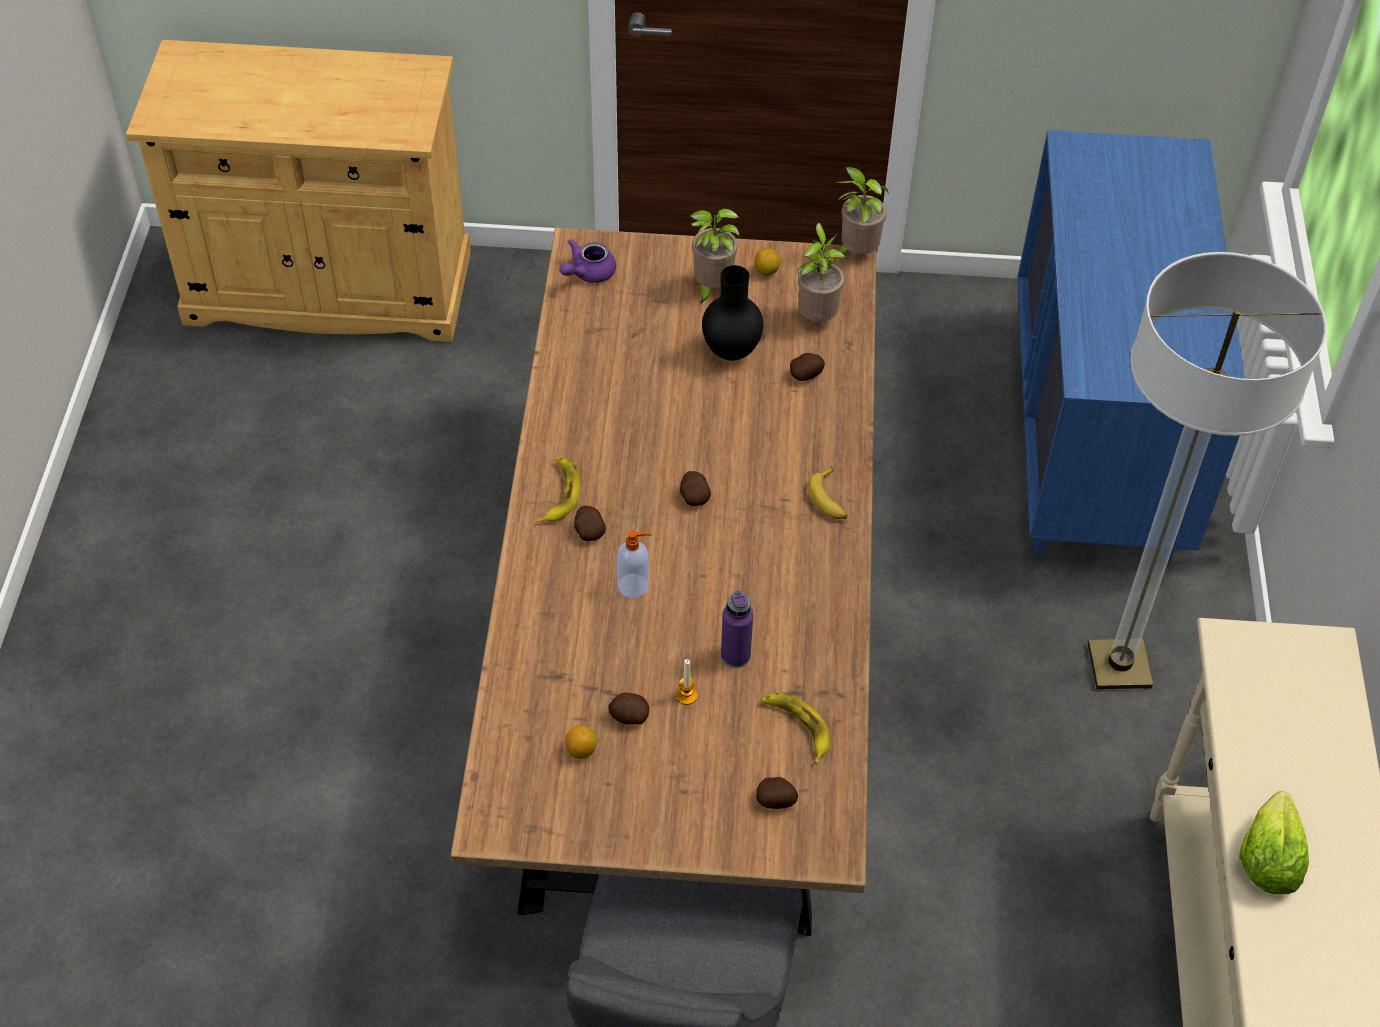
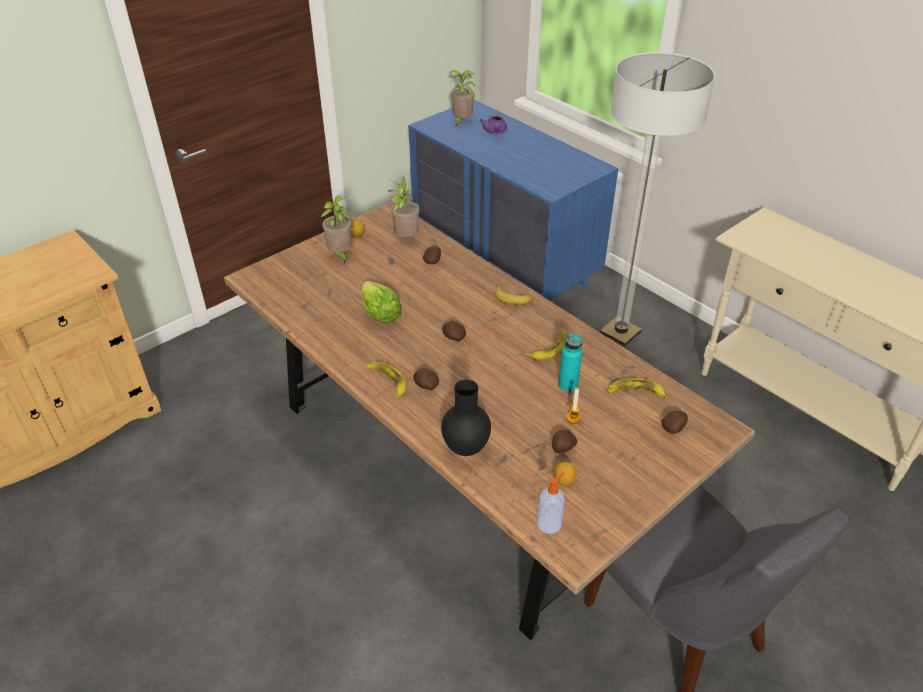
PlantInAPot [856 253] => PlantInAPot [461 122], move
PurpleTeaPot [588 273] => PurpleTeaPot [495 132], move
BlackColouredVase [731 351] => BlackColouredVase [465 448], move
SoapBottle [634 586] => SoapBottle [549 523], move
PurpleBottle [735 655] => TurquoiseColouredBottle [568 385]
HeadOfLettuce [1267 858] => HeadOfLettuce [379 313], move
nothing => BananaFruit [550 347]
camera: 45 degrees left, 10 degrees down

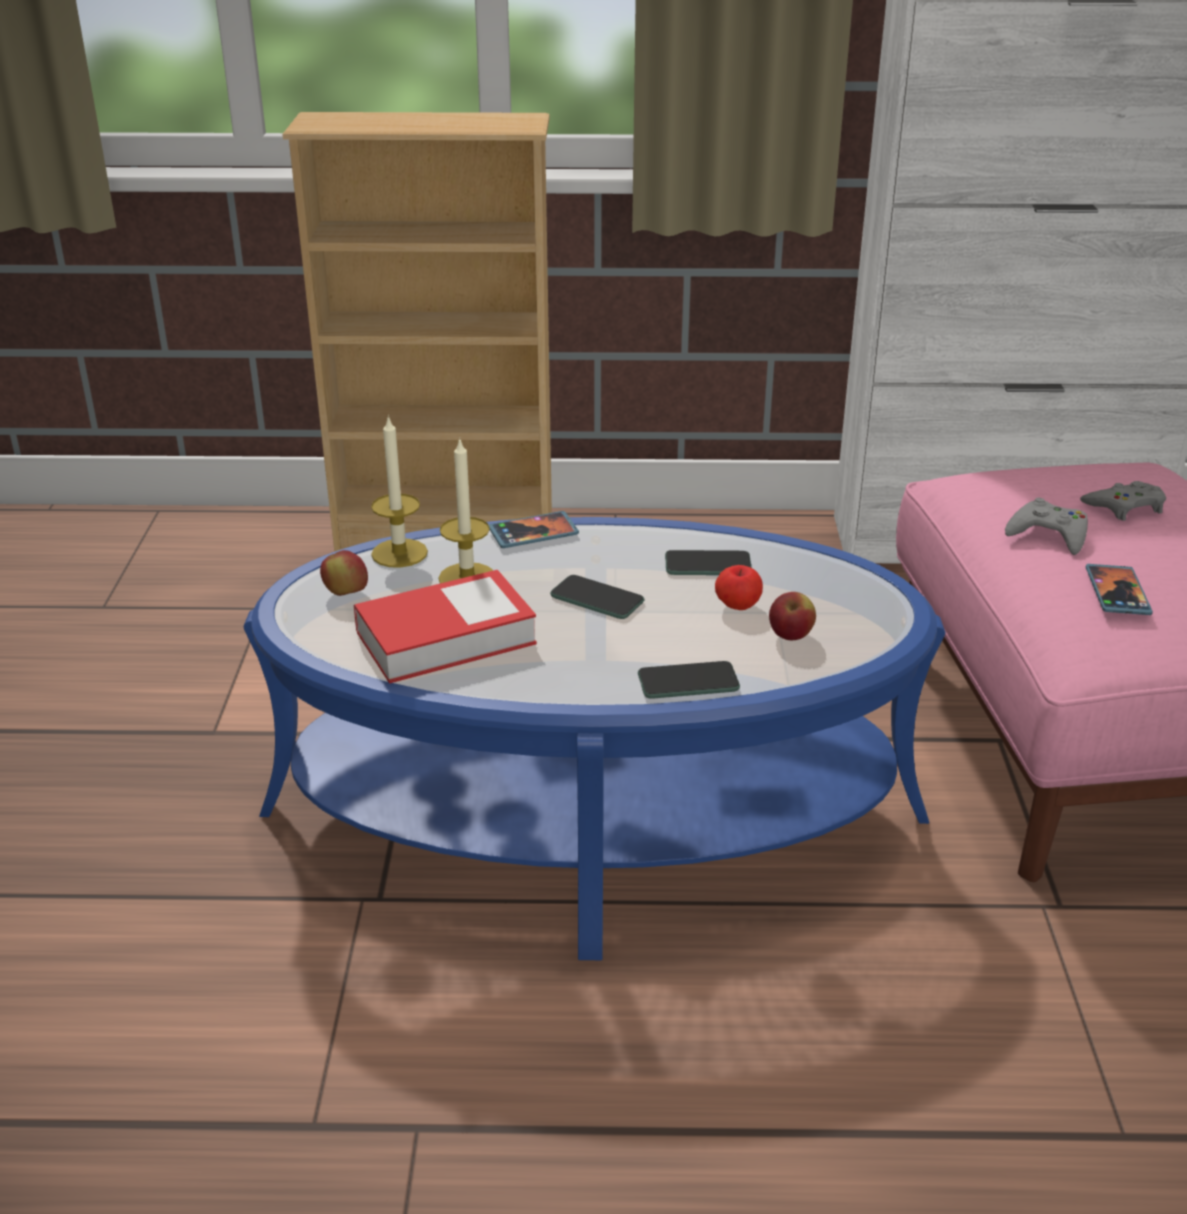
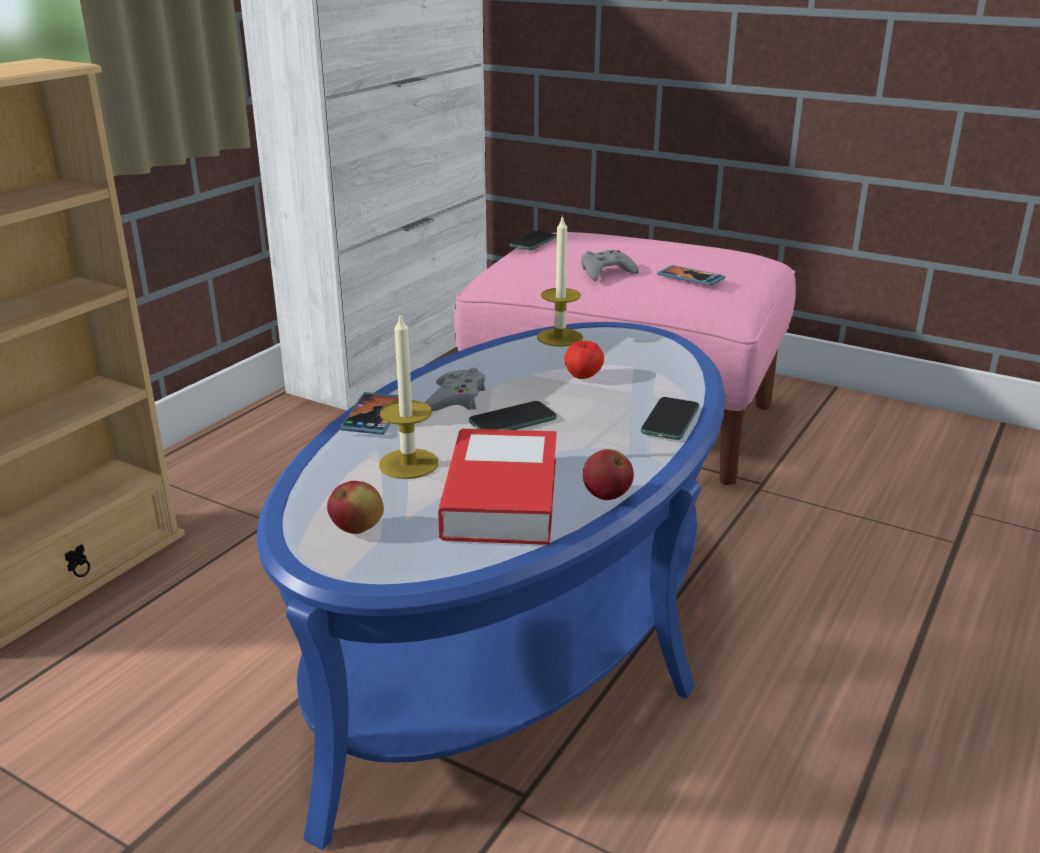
Candle [399 553] => Candle [560 337], move
GreyJoypad [1125 507] => GreyJoypad [455 399], move
Handset [708 565] => Handset [533 242], move
AppleFruit [790 636] => AppleFruit [607 496], move
camera: 60 degrees left, 5 degrees down

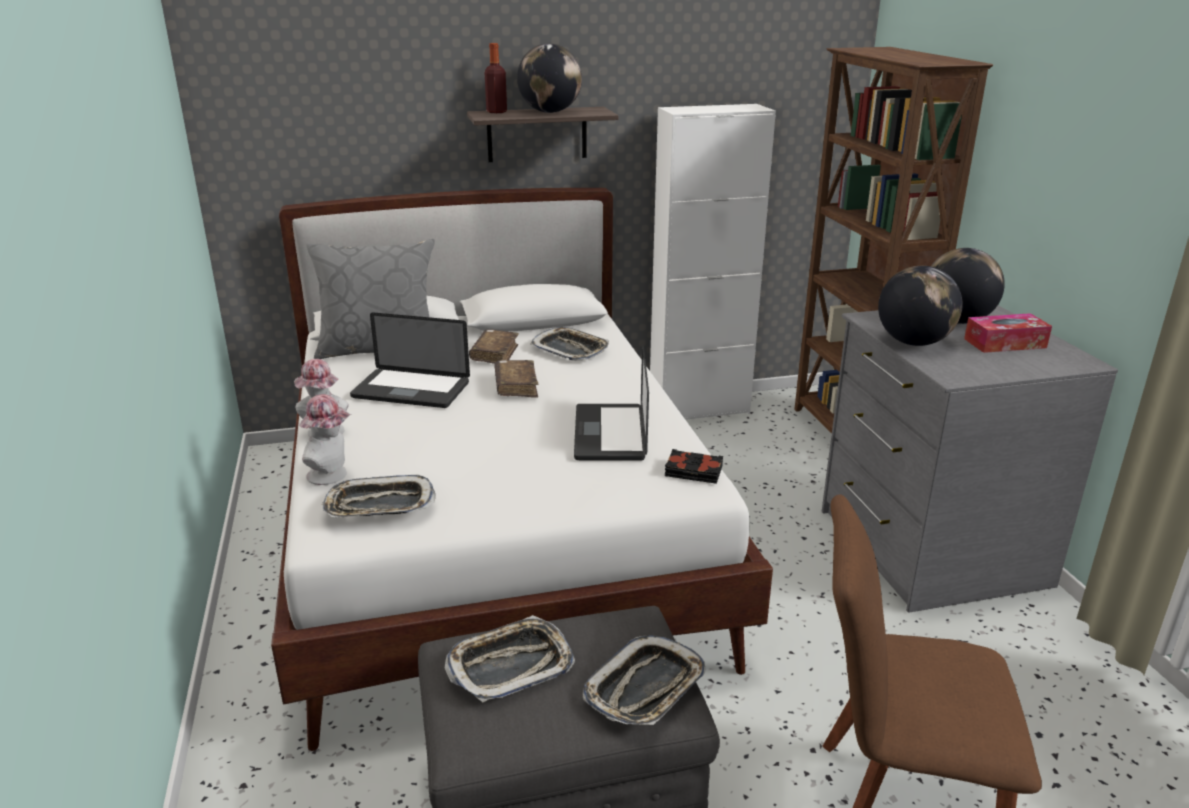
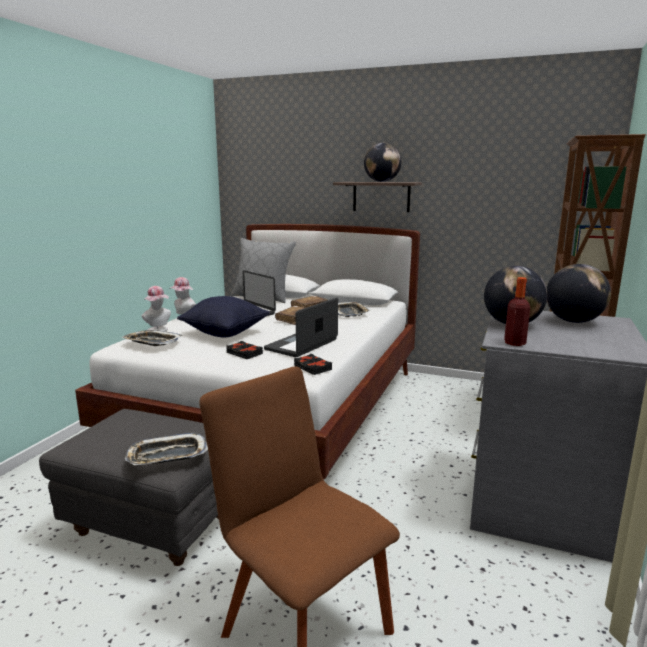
Bottle [496 112] => Bottle [514 343], move
WhiteColouredStorageCabinet [699 409] => nothing
TissueHolder [1005 343] => nothing
ServingTray [510 665] => nothing
nothing => BlackColouredCushion [225 333]
nothing => BlackColouredBoundBook [244 353]
camera: 35 degrees right, 10 degrees down

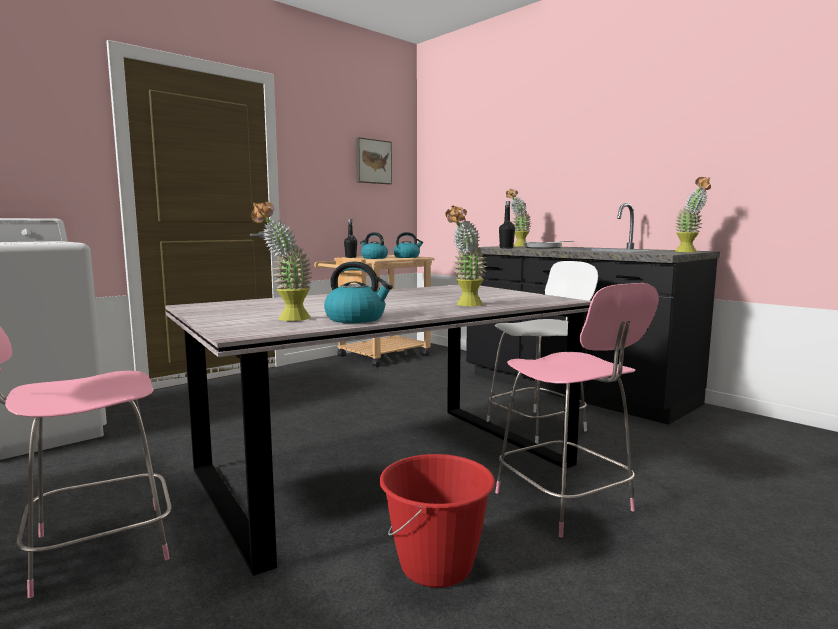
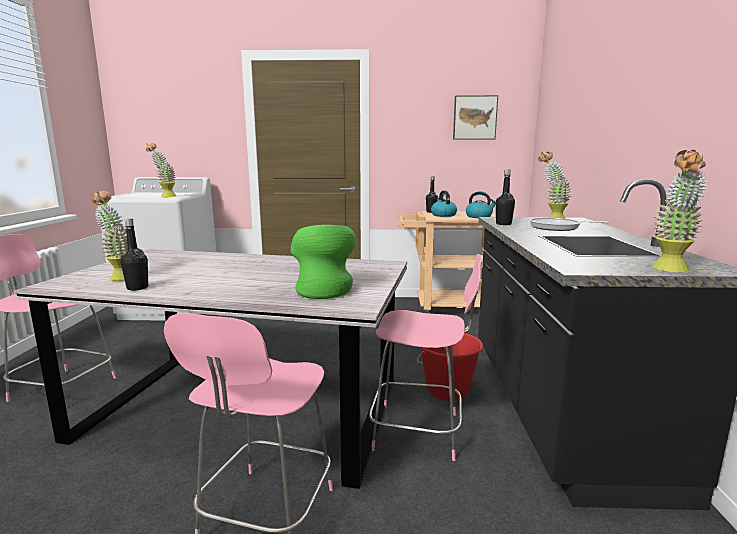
PlantInAPot [465 305] => PlantInAPot [164 196], move
Kettle [356 319] => BlackColouredBottle [137 288]
WhiteColouredUprightChair [538 427] => PinkColouredUprightChair [420 432]
RedWaterBucket [437 566] => RedWaterBucket [448 391], move
nothing => GreenVase [323 290]
camera: 45 degrees right, 5 degrees up

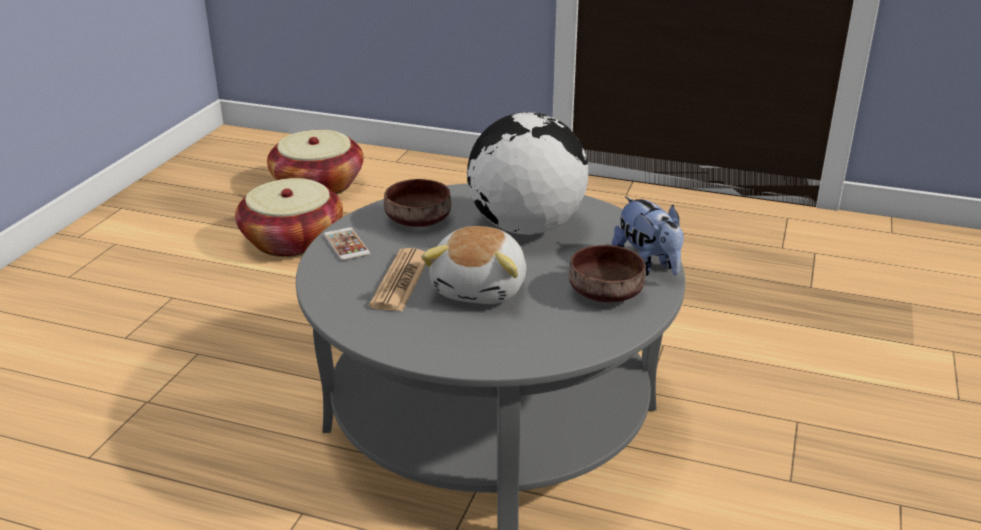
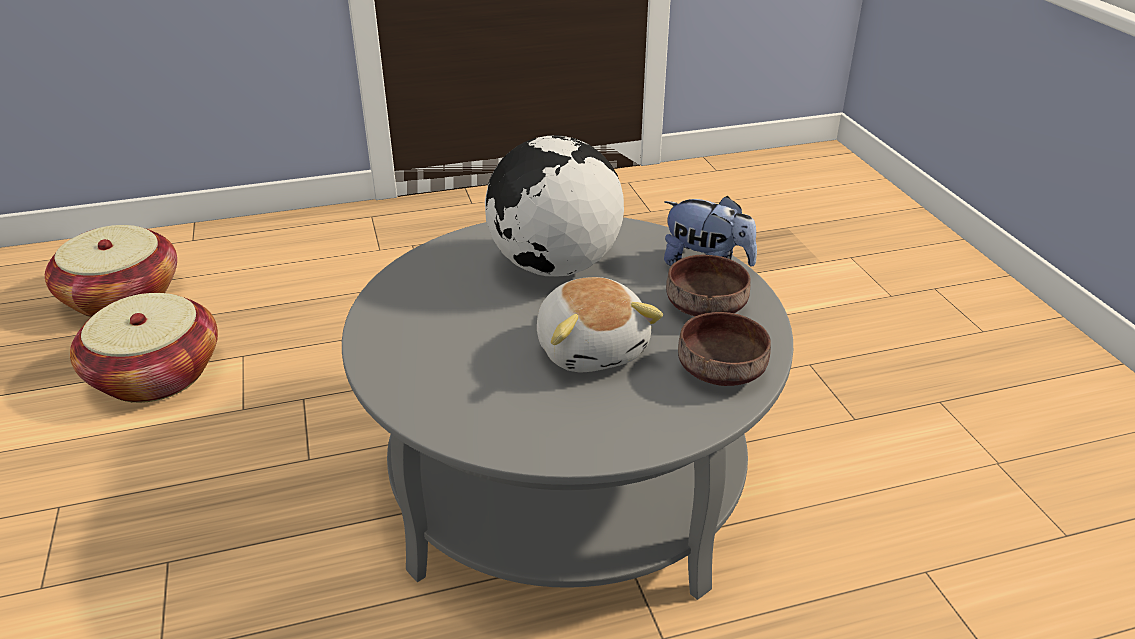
BrownishBowl [420 220] => BrownishBowl [723 369], move
Handset [346 245] => nothing
Newspaper [401 281] => nothing
camera: 35 degrees left, 5 degrees up

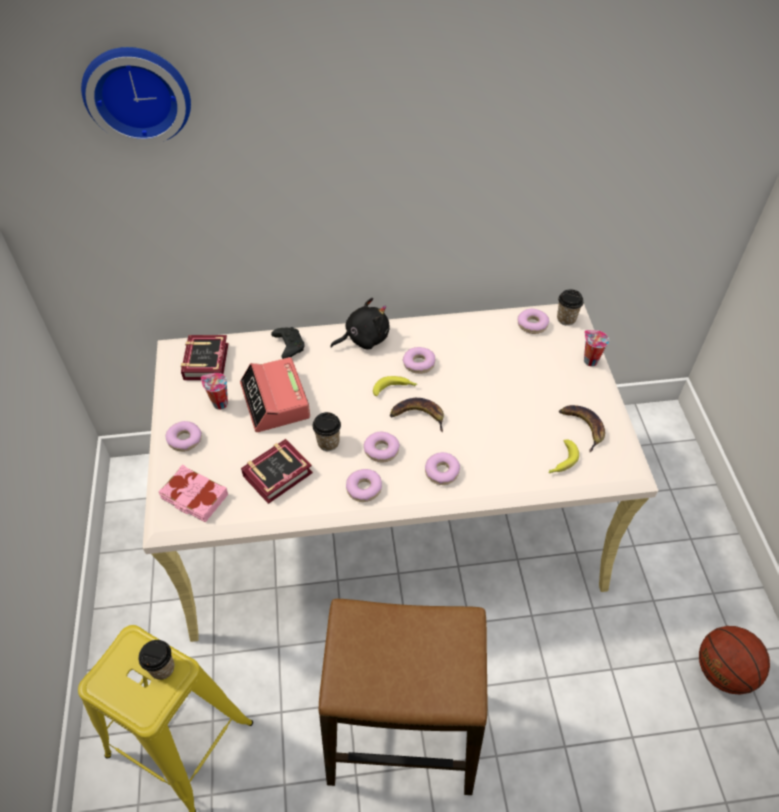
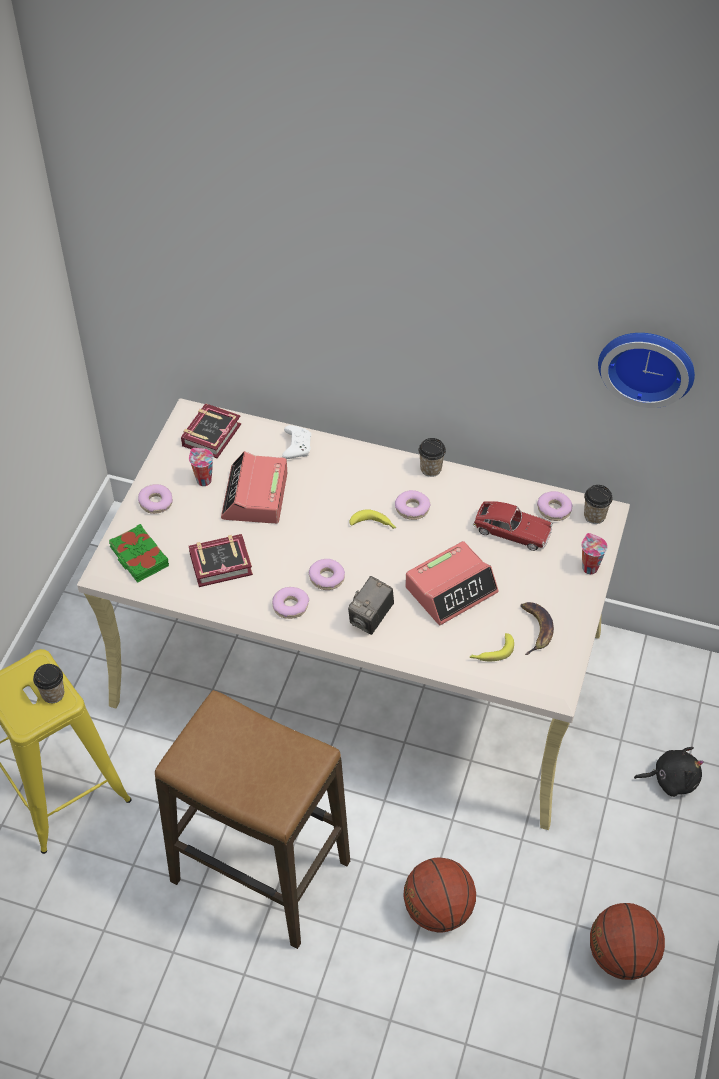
WallClock [137 92] => WallClock [647 363], move
BlackColouredCuddlyToy [364 338] => BlackColouredCuddlyToy [671 779], move
BlackColouredJoypad [288 346] => WhiteColouredJoypad [296 446]
BananaFruit [418 416] => nothing
DrinkingCup [328 442] => DrinkingCup [431 469], move
Doughnut [442 472] => PhotoCamera [371 618]
PinkColouredBoundBook [194 497] => GreenBoundBook [139 557]
nothing => ToyCar [512 531]
nothing => TableClock [451 589]
nothing => BasketballBall [438 910]
camera: 25 degrees right, 0 degrees up

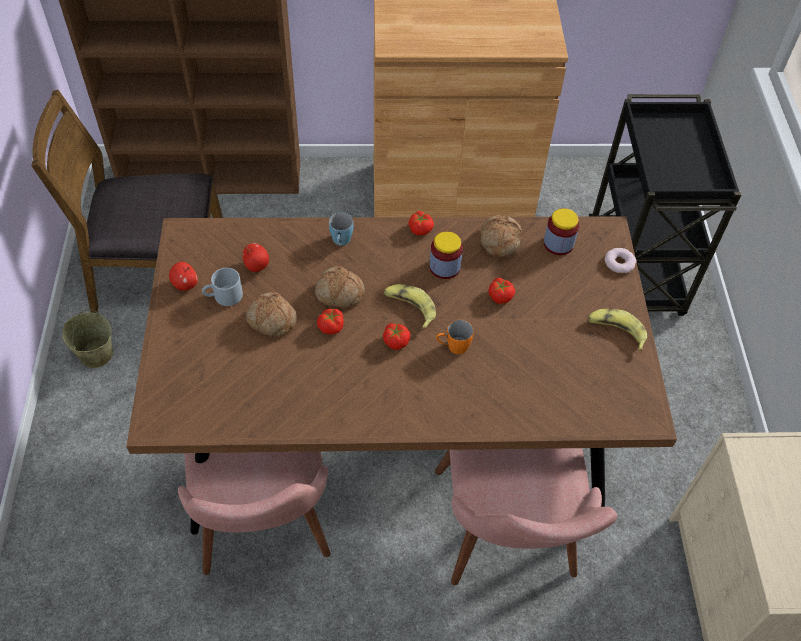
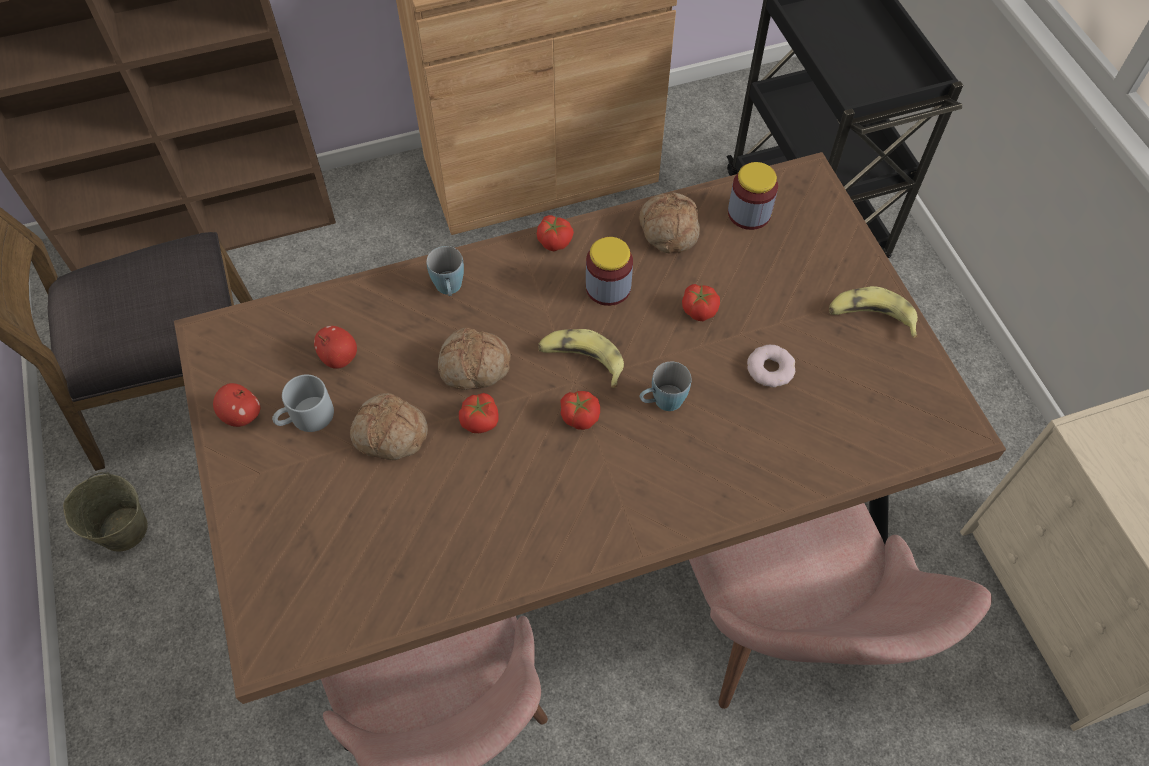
Doughnut [619 263] => Doughnut [770 369], move
OrangeyTeaMug [453 347] => BlueColouredTeaMug [662 402]
camera: 15 degrees left, 5 degrees up

